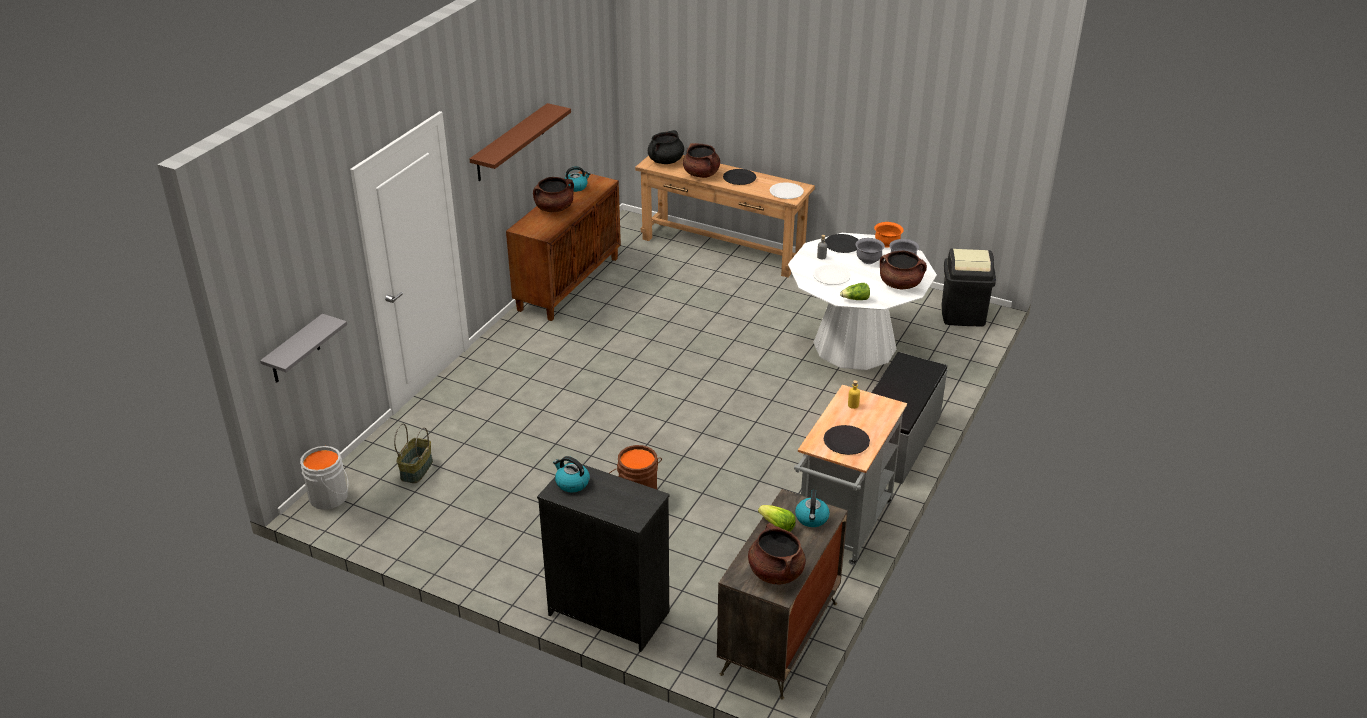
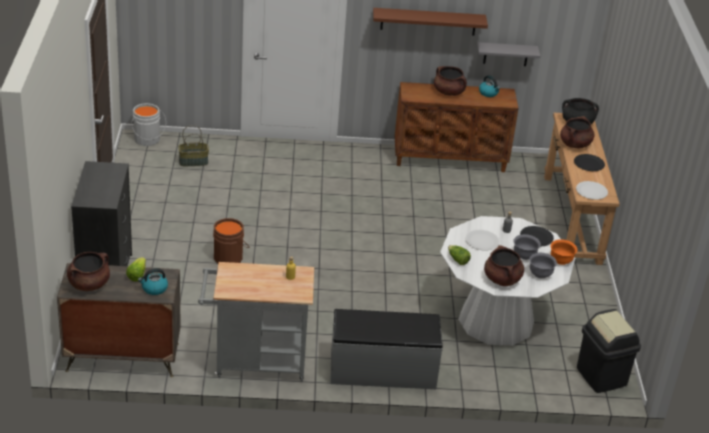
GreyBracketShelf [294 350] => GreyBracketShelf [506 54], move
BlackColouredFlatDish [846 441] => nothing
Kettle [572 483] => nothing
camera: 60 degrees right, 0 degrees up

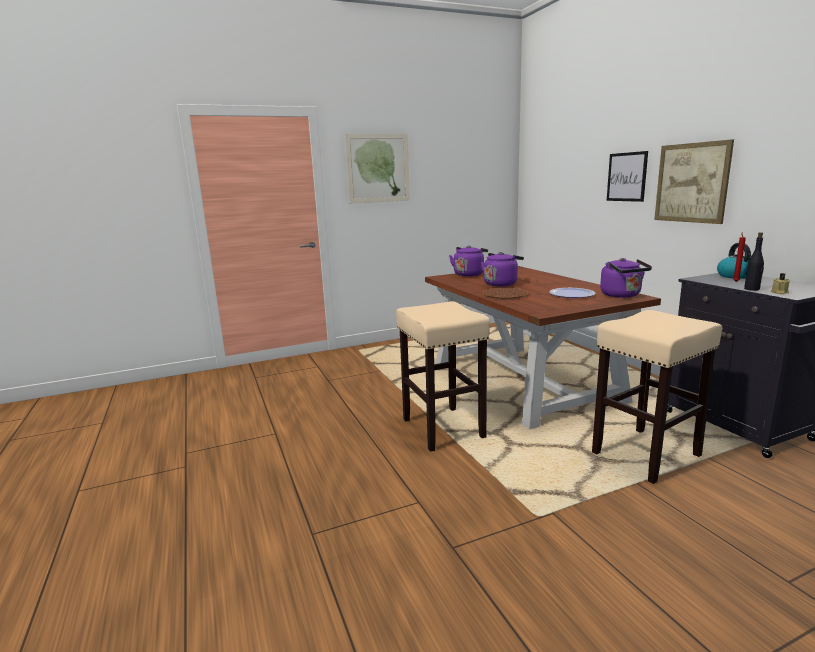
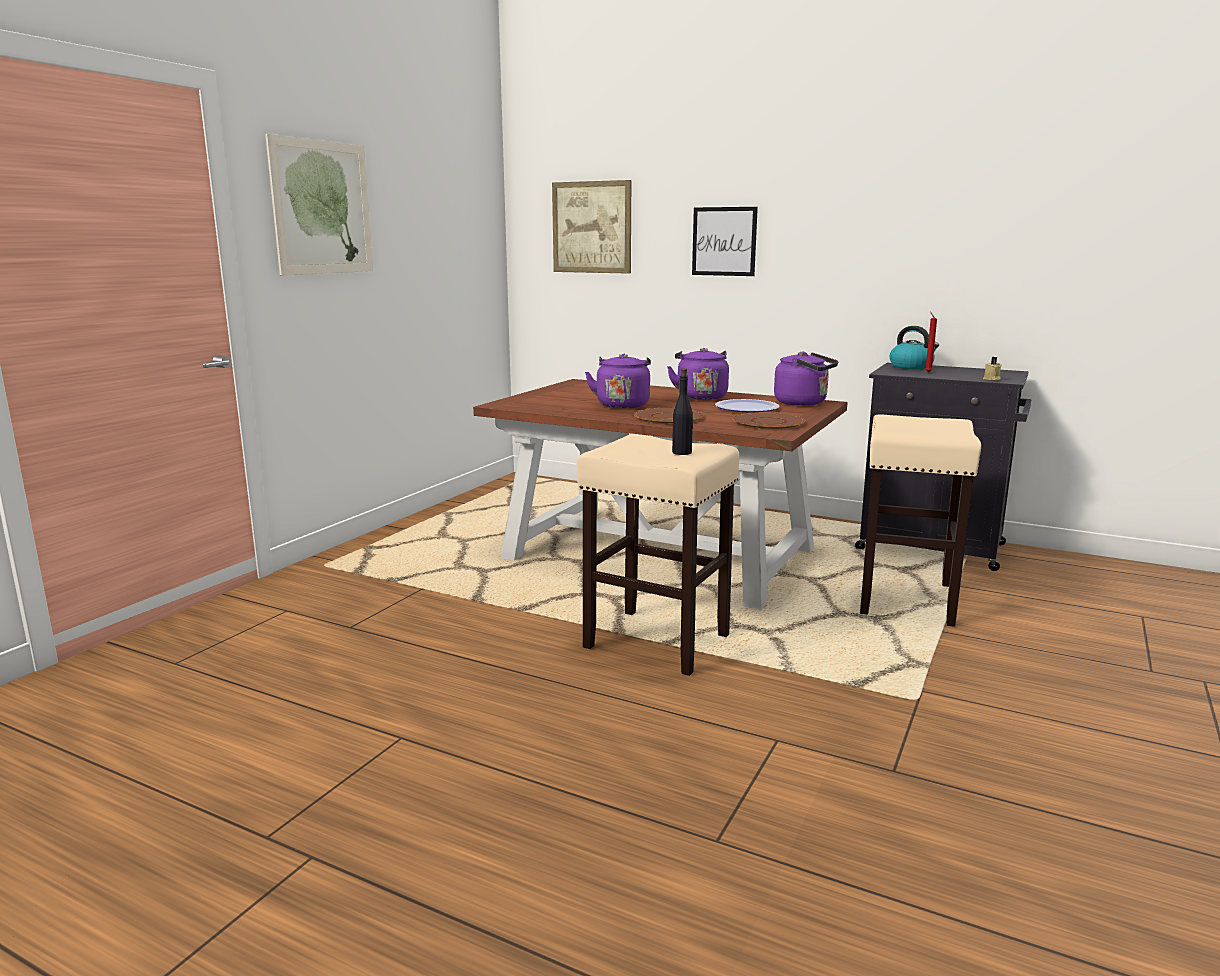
WallArt [691 183] => WallArt [591 227], move
BlackColouredBottle [752 289] => BlackColouredBottle [682 452], move
PurpleKettle [469 274] => PurpleKettle [700 396], move
nothing => BrownishFlatDish [768 423]
camera: 40 degrees left, 0 degrees up

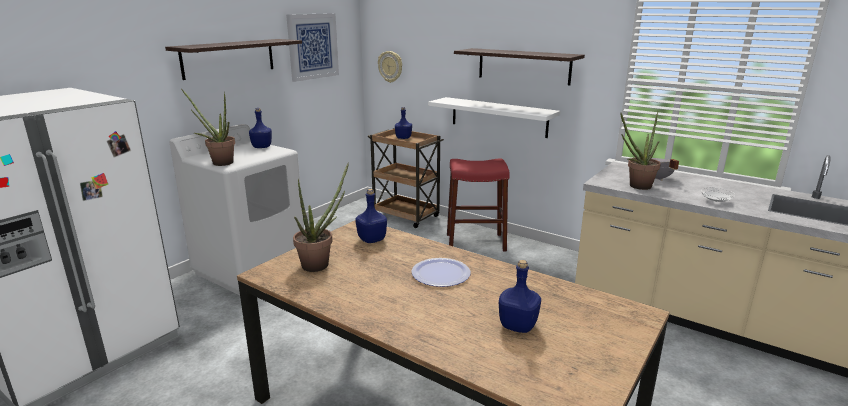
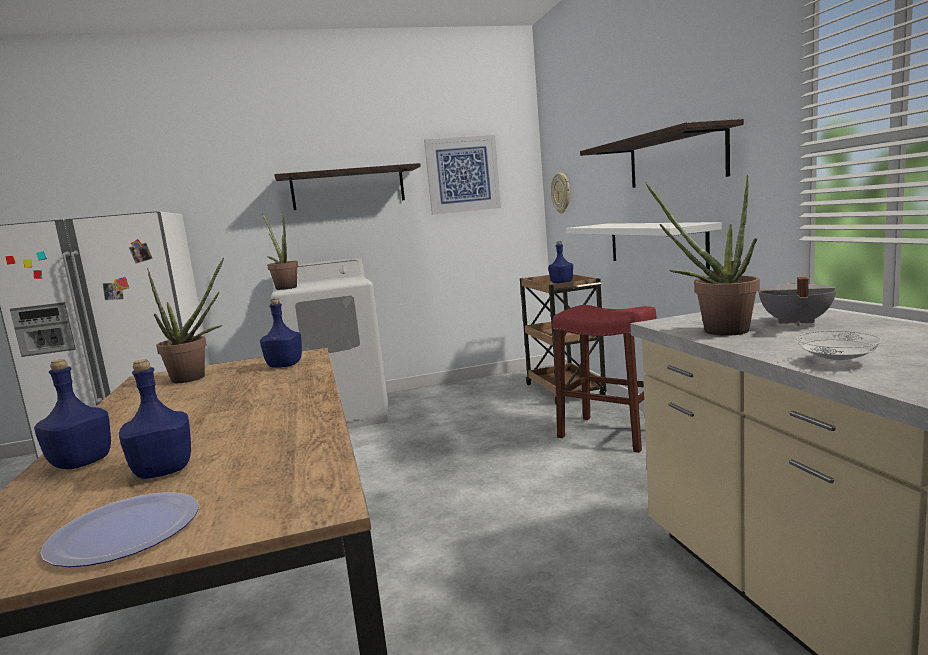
BlueColouredBottle [262 147] => BlueColouredBottle [80 463], move
FlatDish [440 273] => FlatDish [125 531], move
camera: 40 degrees right, 10 degrees down

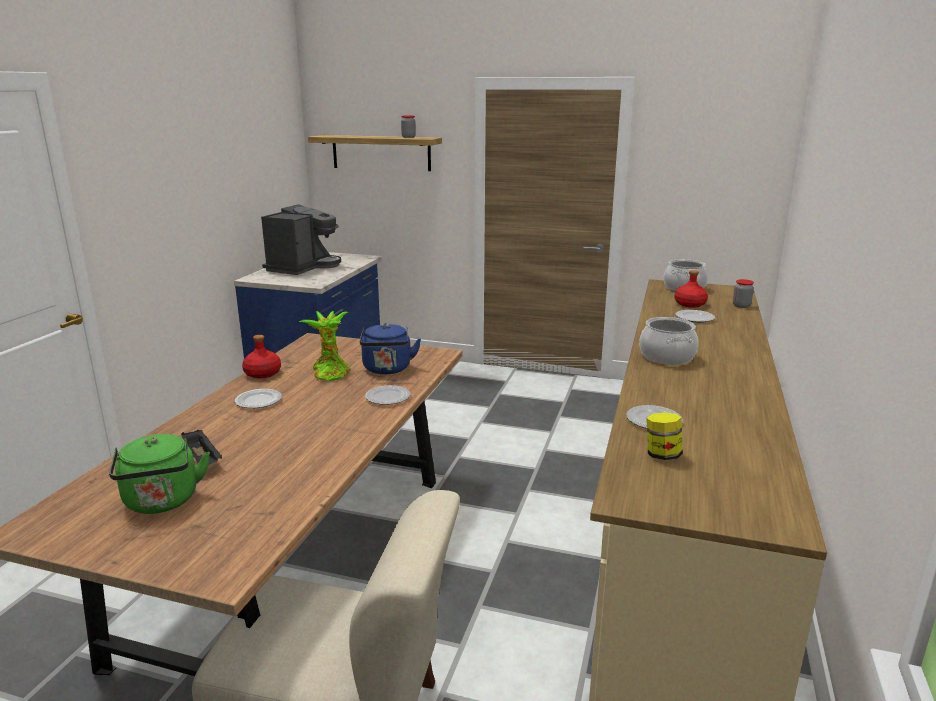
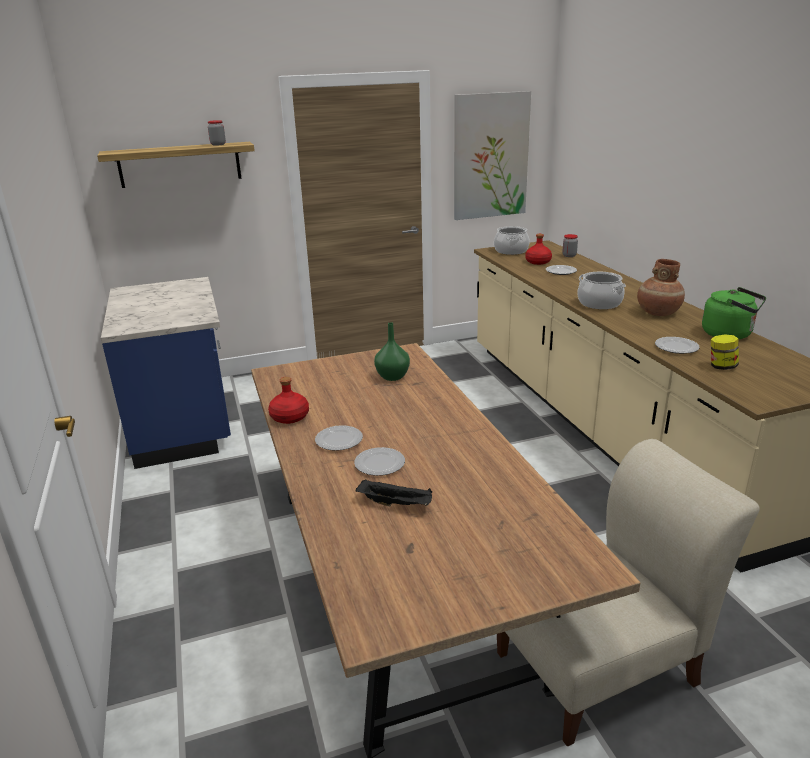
CoffeeMachine [303 267] => nothing
PlantInAPot [330 372] => nothing
BlueColouredKettle [387 369] => GreenVase [392 377]
FlatDish [388 397] => FlatDish [380 464], move
GreenKettle [162 502] => GreenKettle [729 334], move
nothing => WallArt [490 156]
nothing => BrownishVase [657 312]
camera: 35 degrees left, 5 degrees up

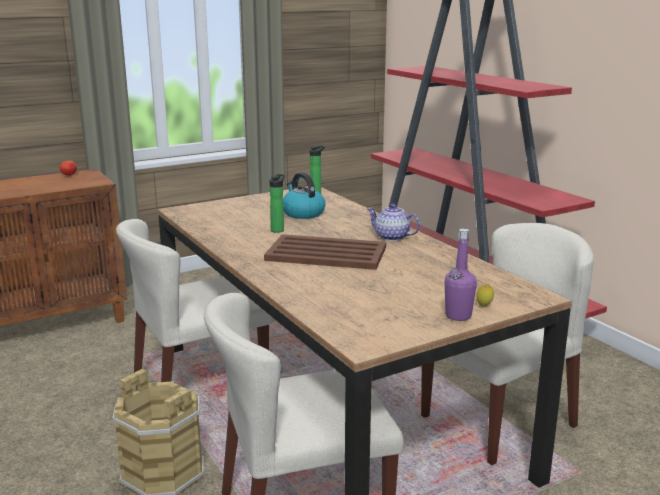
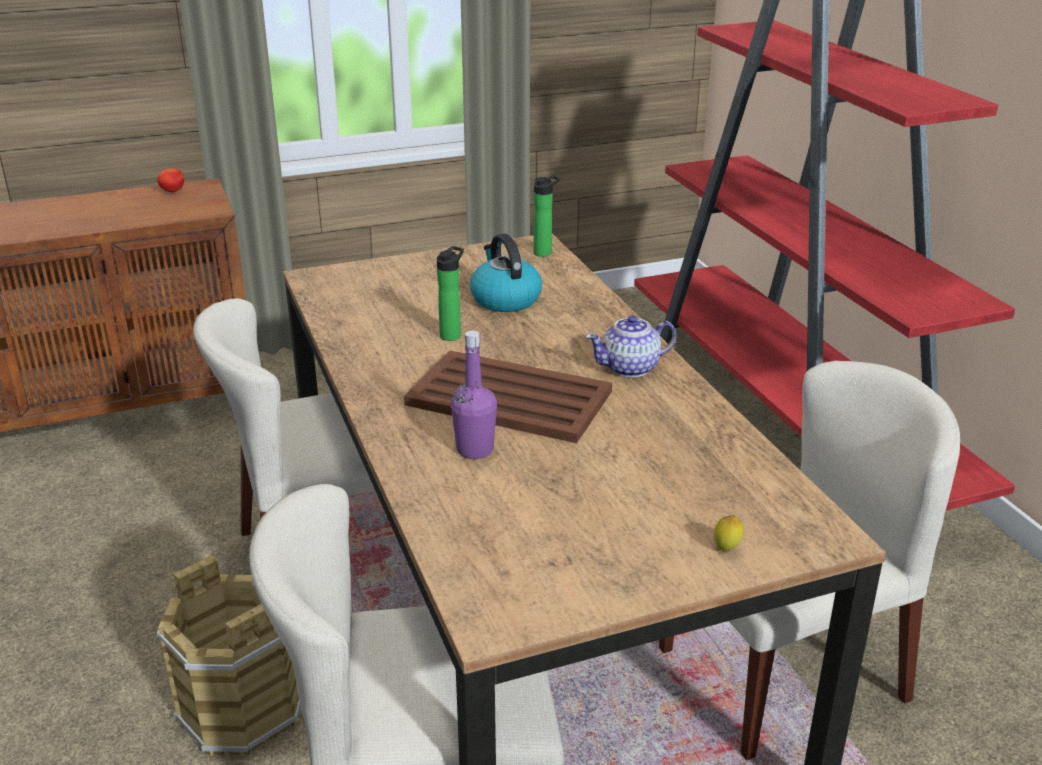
TeaPot [392 237] => TeaPot [631 368], 60 degrees counterclockwise
PurpleBottle [458 316] => PurpleBottle [475 449], move
camera: 10 degrees right, 10 degrees up

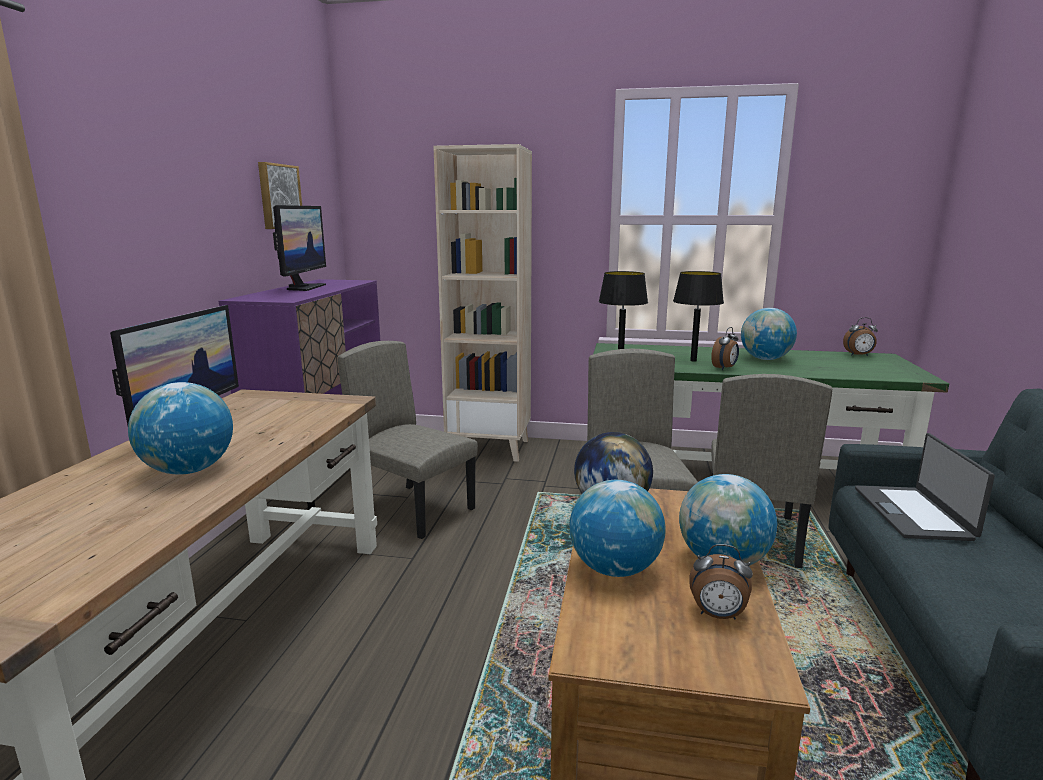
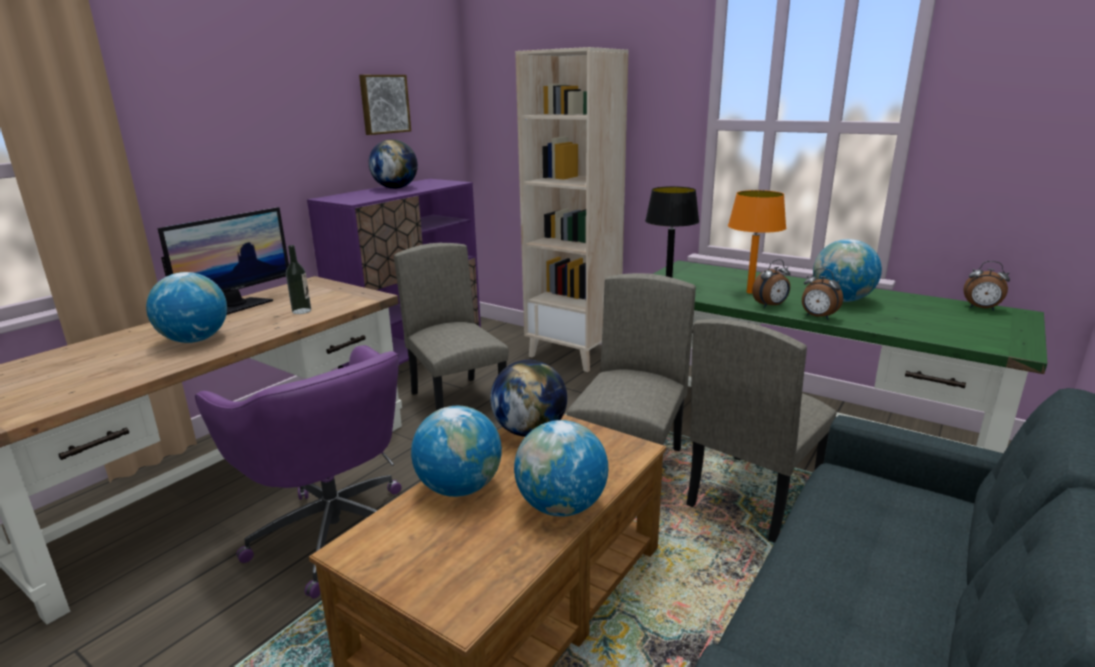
ComputerDisplay [303 287] => WorldGlobe [395 188]
BlackColouredTableLamp [693 360] => OrangeyTableLamp [749 292]
Laptop [913 513] => nothing
TableClock [717 615] => TableClock [817 317], move
nothing => Bottle [301 311]
nothing => PurpleDeskChair [333 531]
camera: 25 degrees right, 5 degrees up

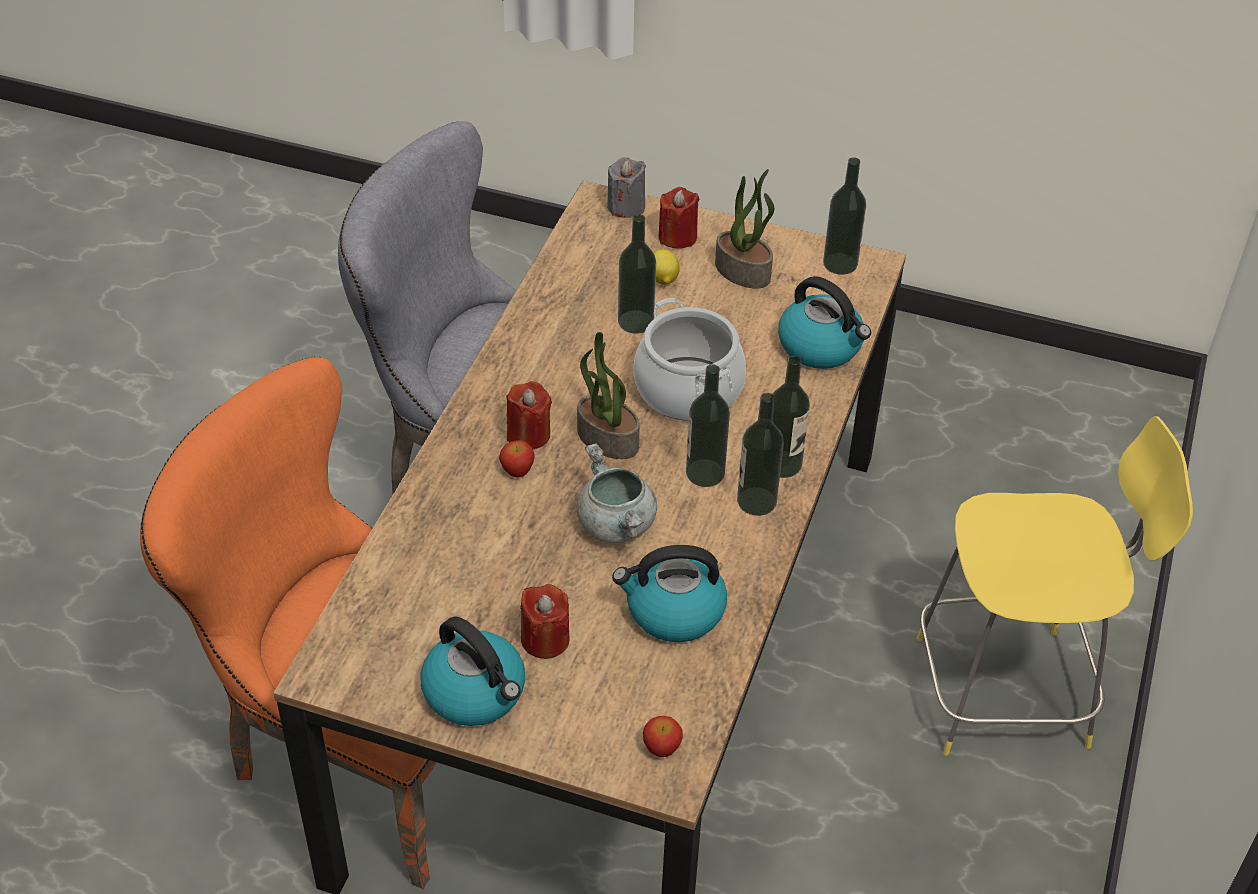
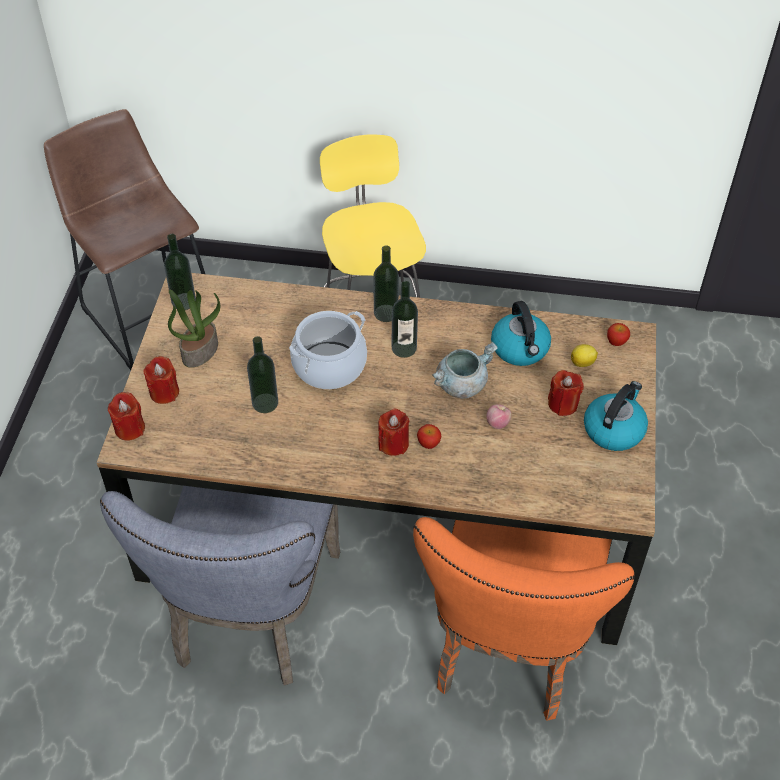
GreyCandle [626 206] => RedCandle [129 428]
WholeLemon [663 280] => WholeLemon [583 363], move
Kettle [821 346] => nothing
PlantInAPot [606 439] => nothing
Bottle [756 501] => nothing
nothing => BrownishSittingStool [147 311]
nothing => AppleFruit [497 423]
camera: 100 degrees left, 5 degrees up

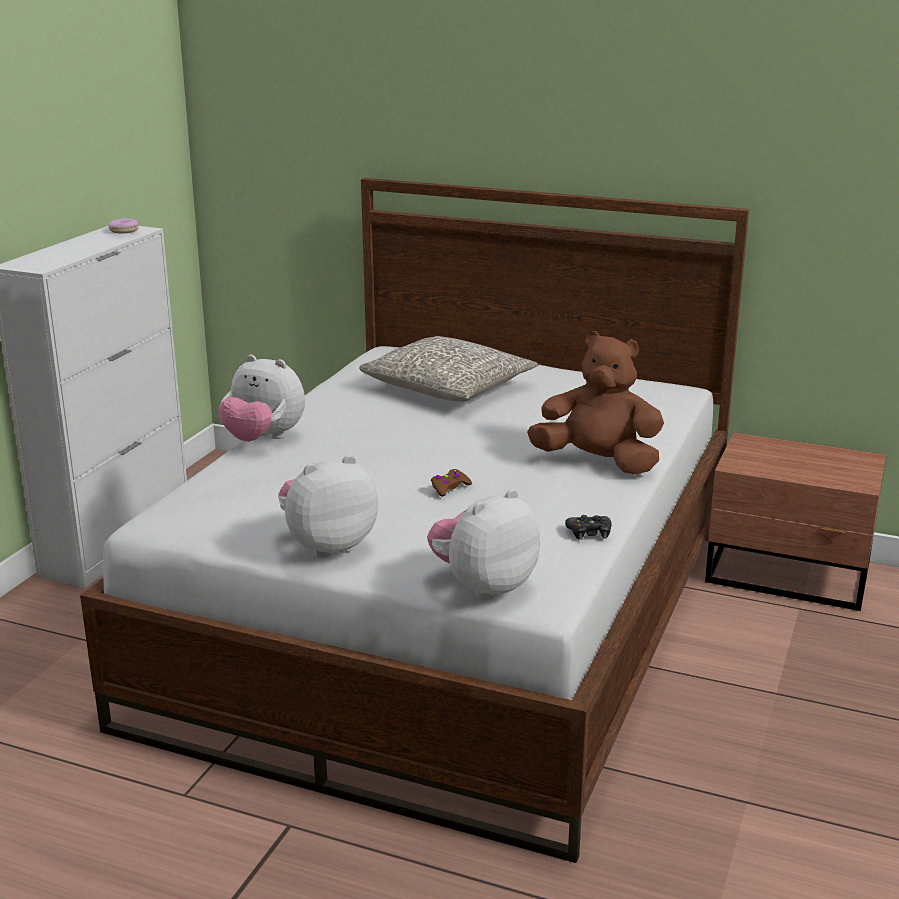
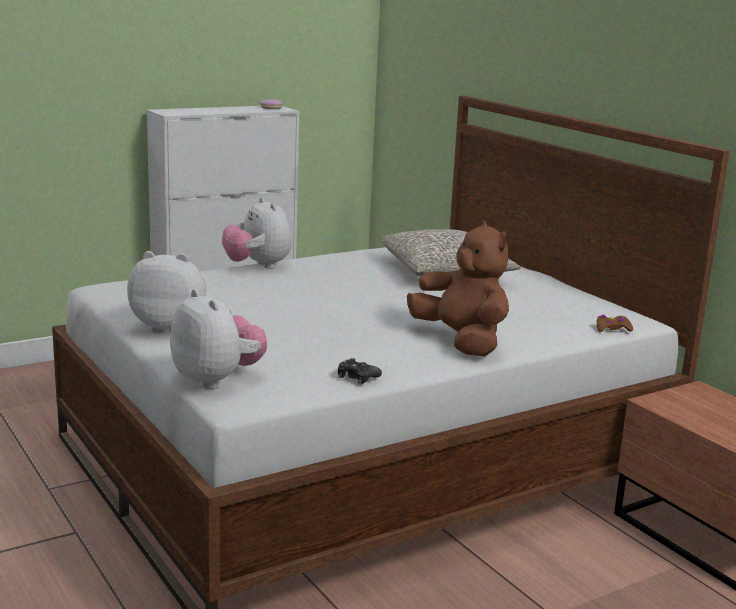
BrownishJoypad [449 487] => BrownishJoypad [612 328], move
CuddlyToy [483 586] => CuddlyToy [217 380], 60 degrees clockwise
camera: 35 degrees right, 5 degrees down

